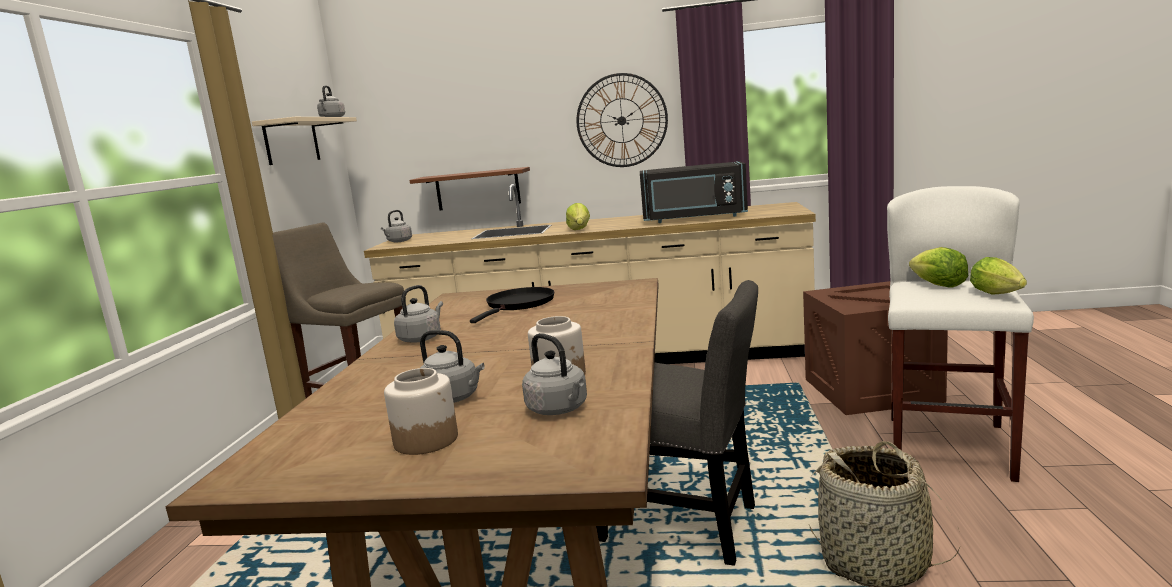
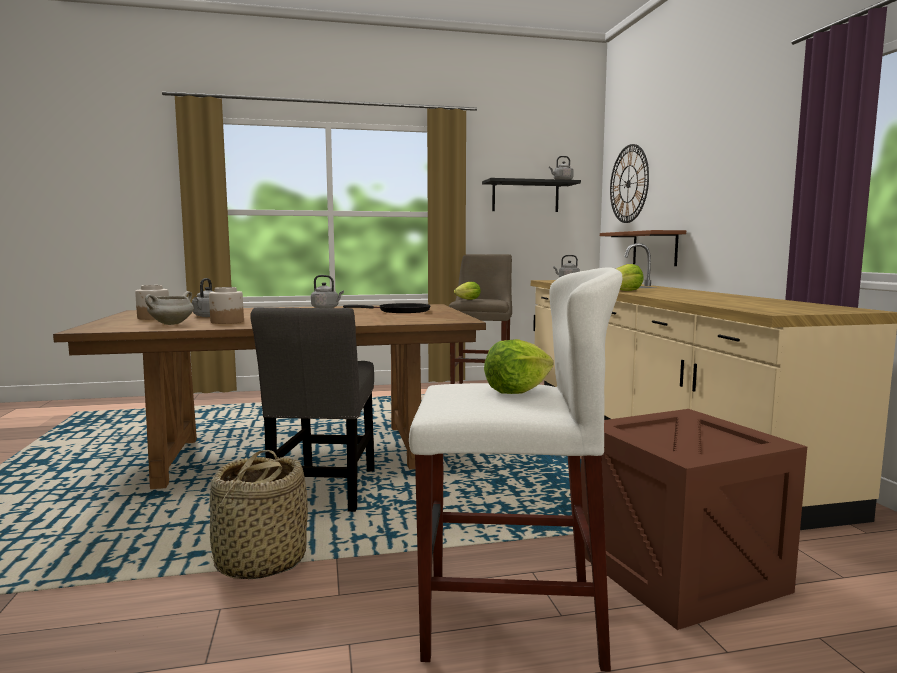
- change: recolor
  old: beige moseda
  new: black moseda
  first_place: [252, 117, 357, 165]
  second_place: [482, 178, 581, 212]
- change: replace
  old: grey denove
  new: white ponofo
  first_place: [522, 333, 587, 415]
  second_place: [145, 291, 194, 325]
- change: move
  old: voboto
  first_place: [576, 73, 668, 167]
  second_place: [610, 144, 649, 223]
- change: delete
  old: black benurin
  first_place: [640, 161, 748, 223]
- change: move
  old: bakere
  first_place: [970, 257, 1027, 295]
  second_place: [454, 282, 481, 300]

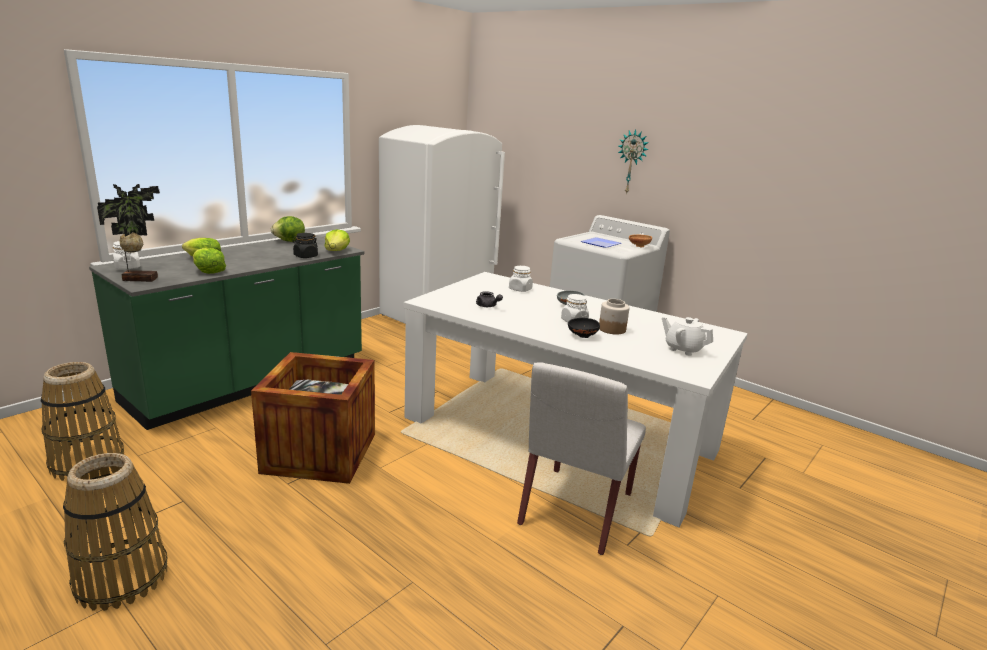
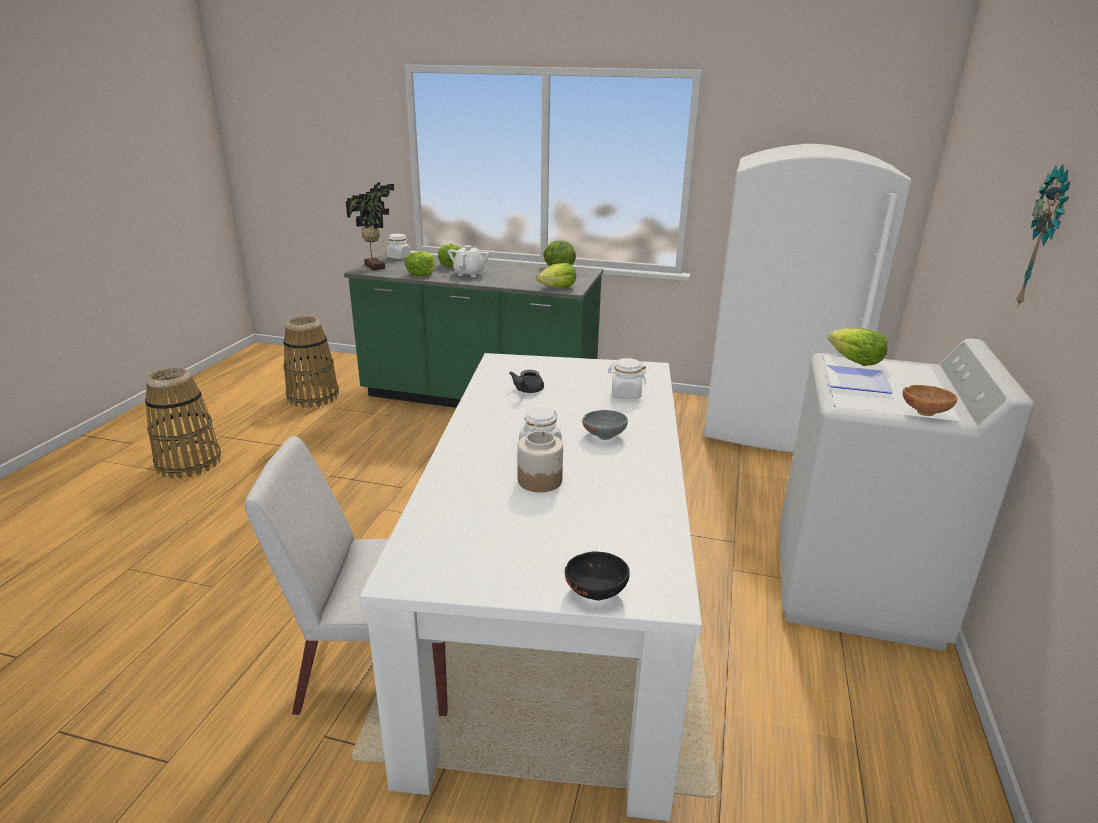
- change: delete
  old: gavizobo
  first_place: [251, 352, 375, 484]
- change: delete
  old: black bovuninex
  first_place: [292, 233, 318, 258]
- change: move
  old: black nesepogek
  first_place: [568, 318, 600, 338]
  second_place: [565, 551, 630, 600]
- change: move
  old: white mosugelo
  first_place: [662, 317, 713, 356]
  second_place: [448, 245, 489, 277]
- change: insert
  new: bakere
  second_place: [828, 328, 888, 366]

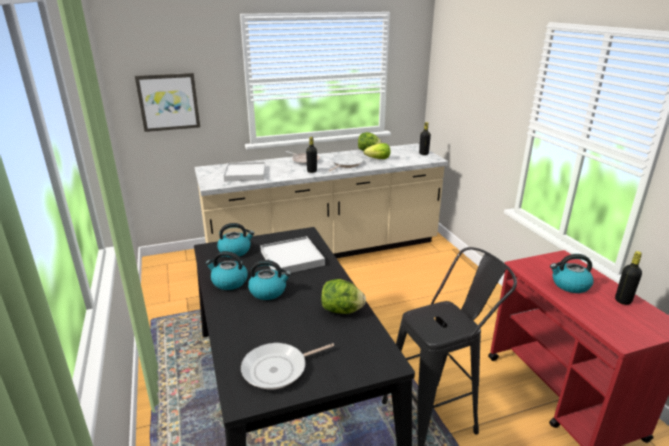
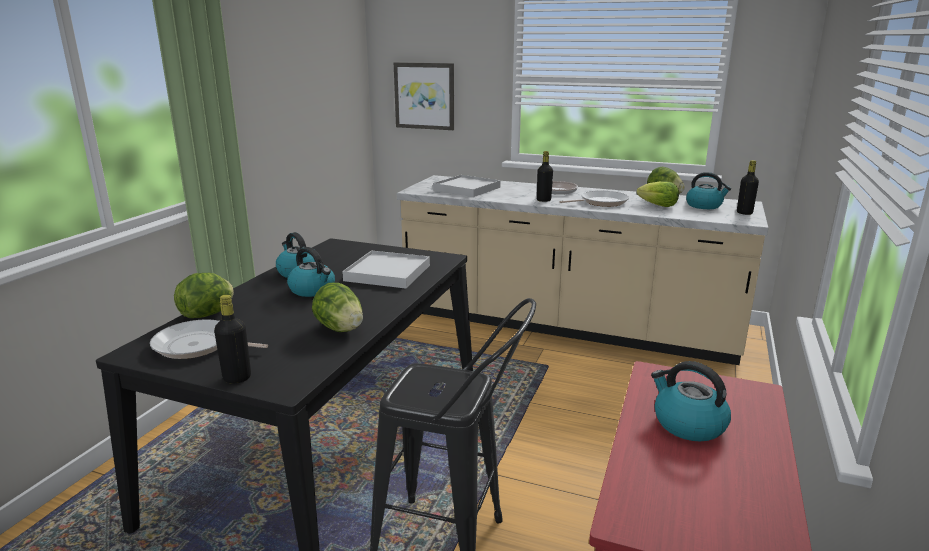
- change: move
  old: denove
  first_place: [217, 223, 255, 258]
  second_place: [686, 172, 731, 209]
- change: move
  old: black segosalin
  first_place: [615, 251, 642, 305]
  second_place: [214, 295, 251, 383]
- change: insert
  new: bakere
  second_place: [174, 273, 234, 318]

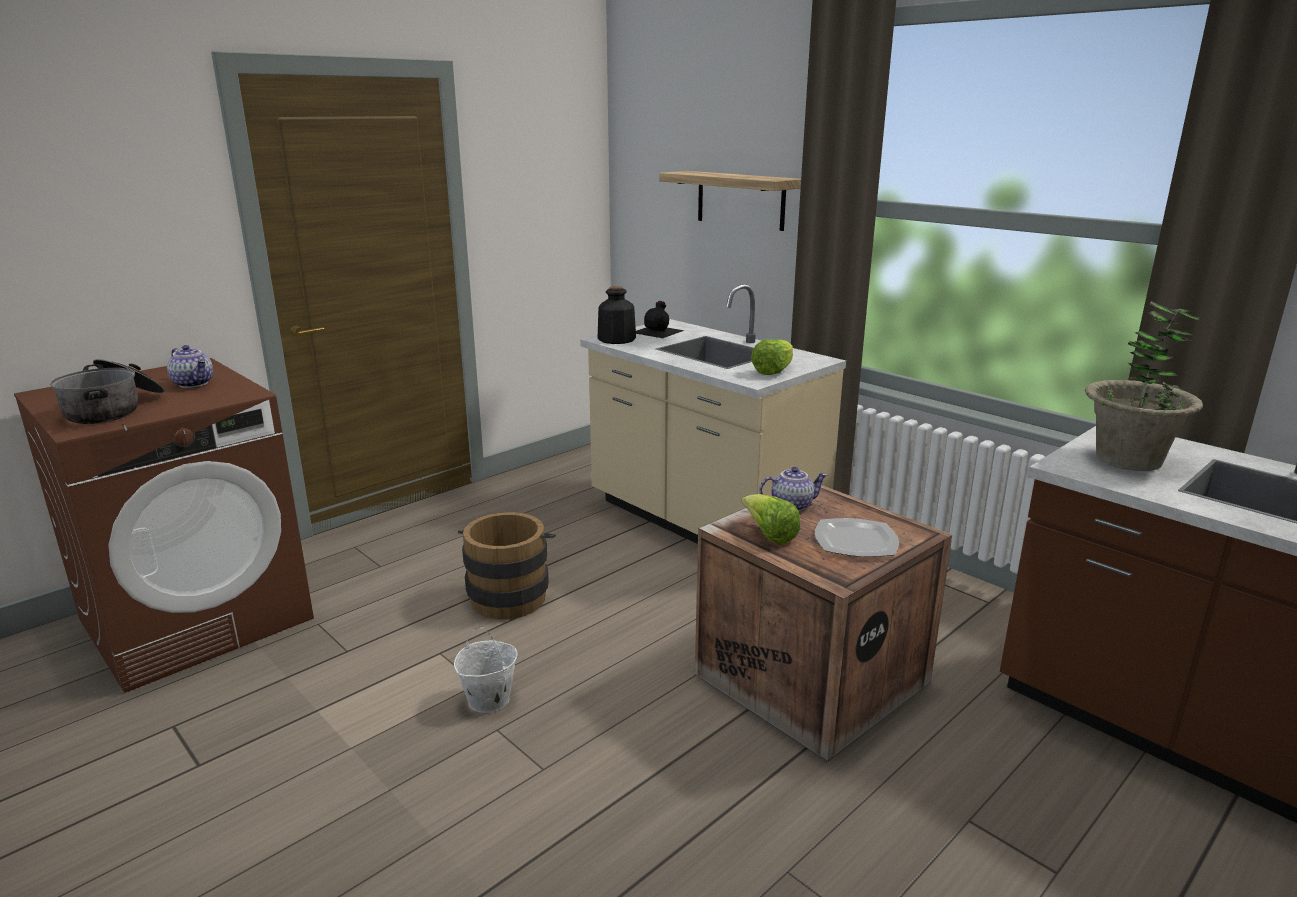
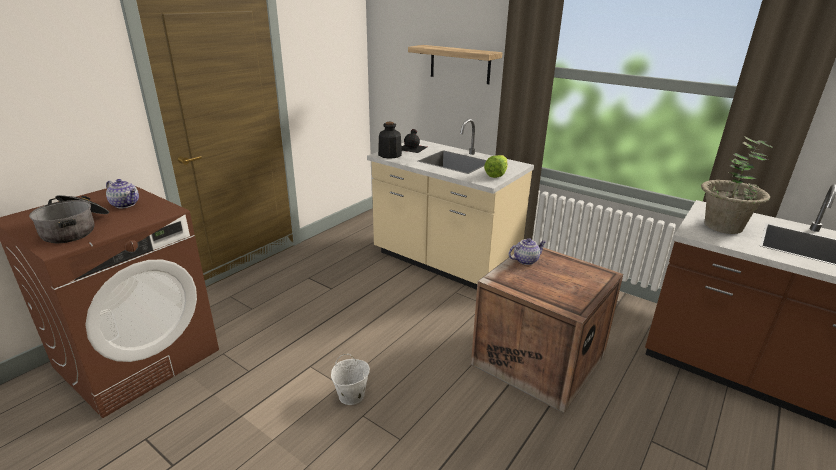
- change: delete
  old: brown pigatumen
  first_place: [458, 512, 556, 619]
- change: delete
  old: bakere
  first_place: [741, 494, 800, 545]
- change: delete
  old: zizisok
  first_place: [815, 518, 899, 557]

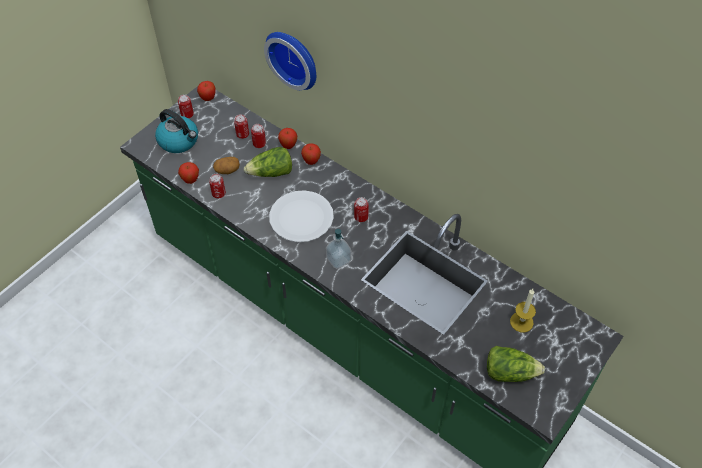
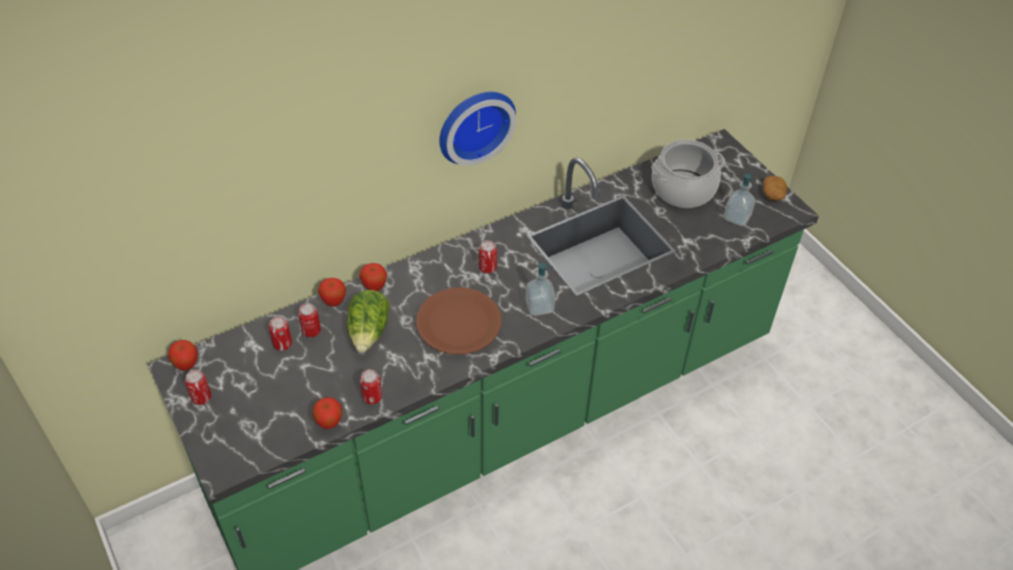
- change: delete
  old: denove
  first_place: [155, 109, 198, 153]
- change: move
  old: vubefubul
  first_place: [213, 157, 240, 174]
  second_place: [763, 176, 787, 201]
- change: move
  old: voboto
  first_place: [264, 32, 316, 90]
  second_place: [439, 92, 516, 166]
- change: recolor
  old: white zizisok
  new: brown zizisok
  first_place: [269, 190, 334, 242]
  second_place: [416, 288, 501, 354]
- change: replace
  old: bakere
  new: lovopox
  first_place: [487, 346, 545, 382]
  second_place: [724, 172, 755, 226]
- change: replace
  old: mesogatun
  new: ponofo
  first_place: [510, 289, 536, 332]
  second_place: [651, 140, 725, 208]

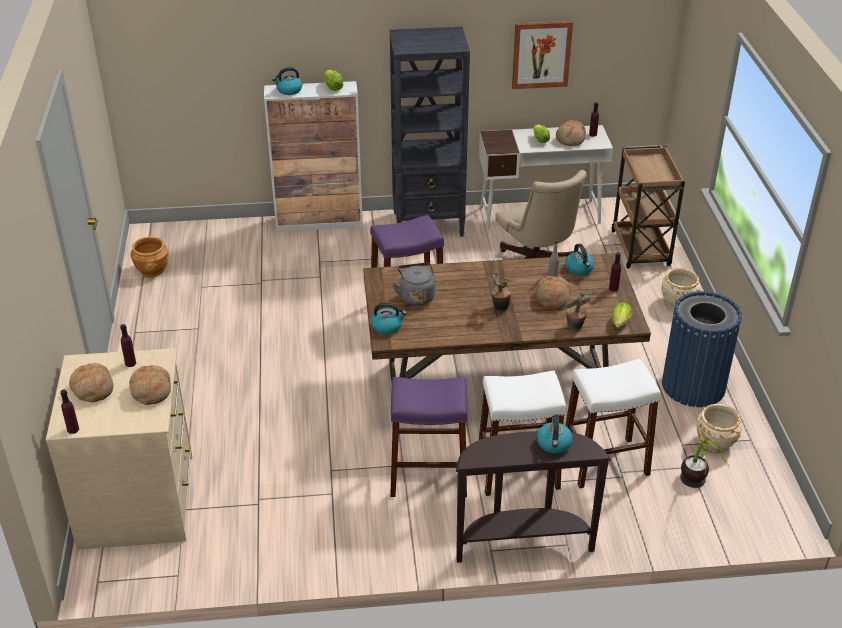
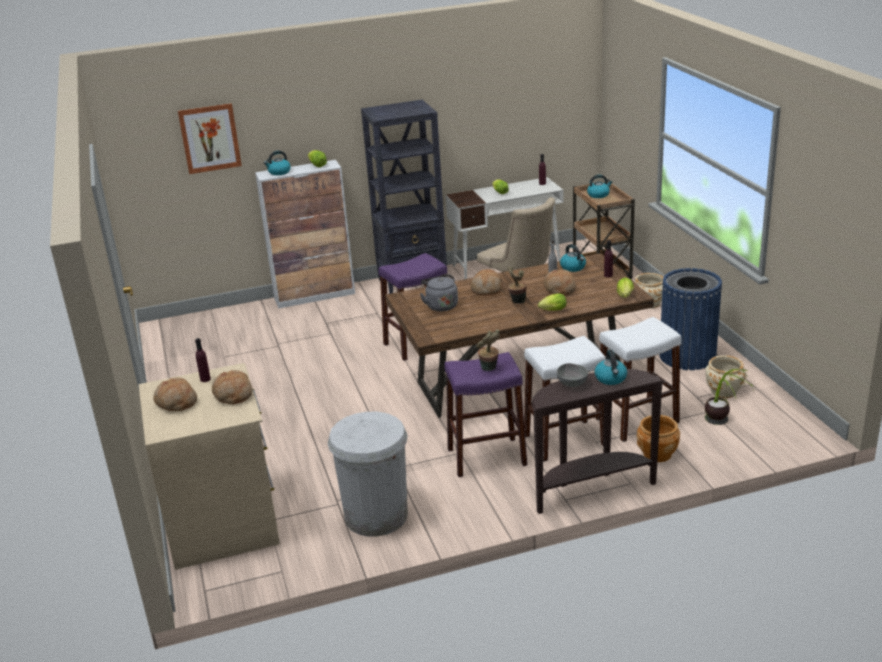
- change: delete
  old: purple segosalin
  first_place: [60, 389, 79, 434]
- change: move
  old: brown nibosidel
  first_place: [131, 236, 169, 277]
  second_place: [637, 415, 680, 462]
- change: move
  old: denove
  first_place: [371, 302, 407, 334]
  second_place: [587, 175, 612, 198]
- change: move
  old: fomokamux
  first_place: [512, 21, 573, 89]
  second_place: [178, 103, 242, 174]
- change: move
  old: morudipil
  first_place: [556, 120, 586, 146]
  second_place: [471, 269, 502, 296]
- change: move
  old: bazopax
  first_place: [565, 291, 591, 330]
  second_place: [476, 329, 500, 371]
- change: insert
  new: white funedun
  second_place: [328, 412, 408, 537]
- change: insert
  new: bakere
  second_place: [538, 293, 567, 311]
- change: insert
  new: grey nesepogek
  second_place: [557, 363, 588, 387]

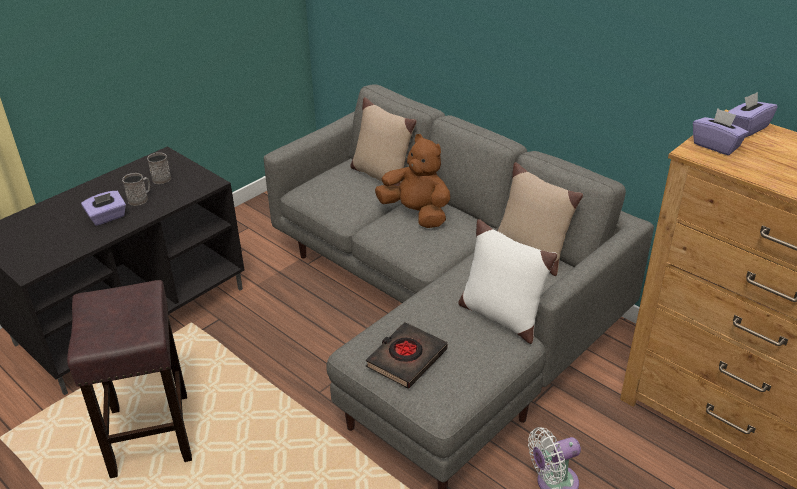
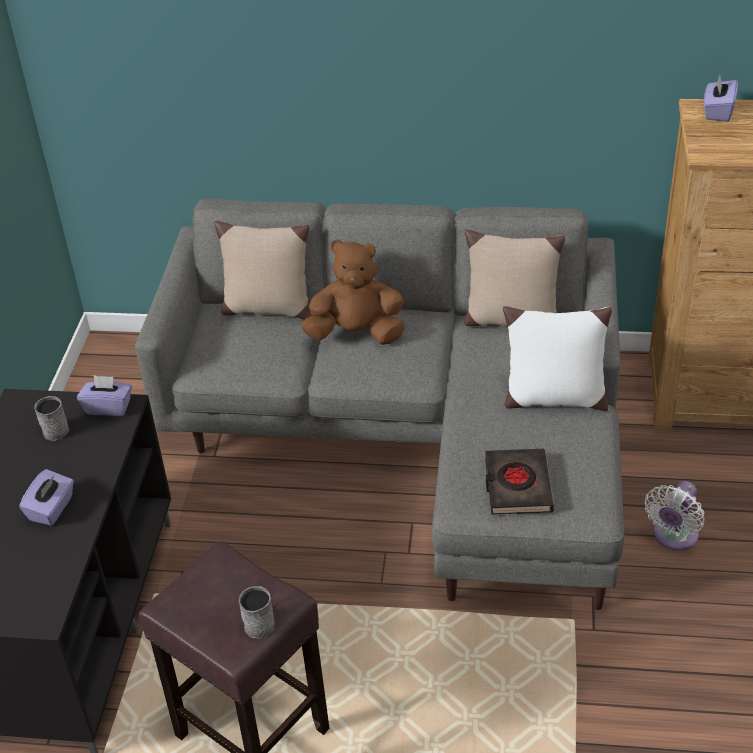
- change: move
  old: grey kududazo
  first_place: [122, 173, 150, 206]
  second_place: [239, 586, 275, 639]
- change: move
  old: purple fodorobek
  first_place: [693, 108, 748, 156]
  second_place: [77, 375, 132, 416]

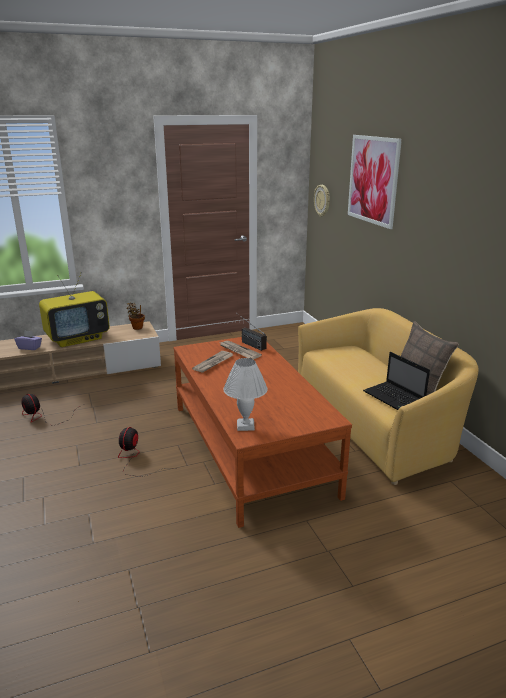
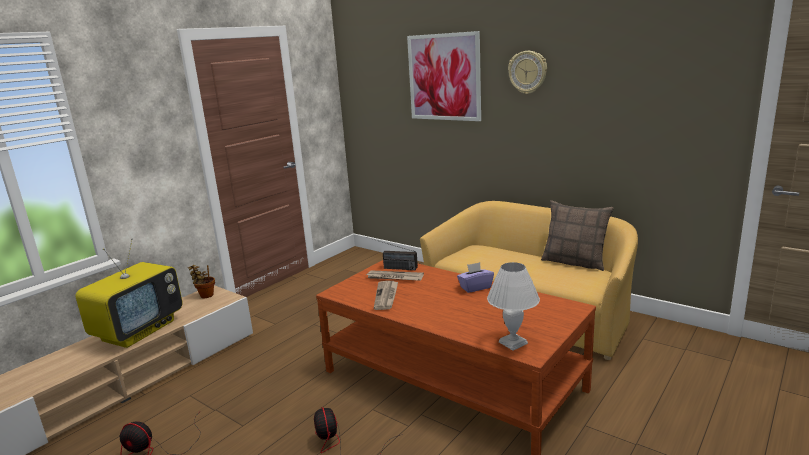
- change: move
  old: purple fodorobek
  first_place: [14, 330, 42, 350]
  second_place: [457, 262, 494, 293]
- change: move
  old: voboto
  first_place: [314, 185, 330, 217]
  second_place: [508, 51, 547, 94]
- change: delete
  old: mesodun
  first_place: [363, 352, 430, 410]

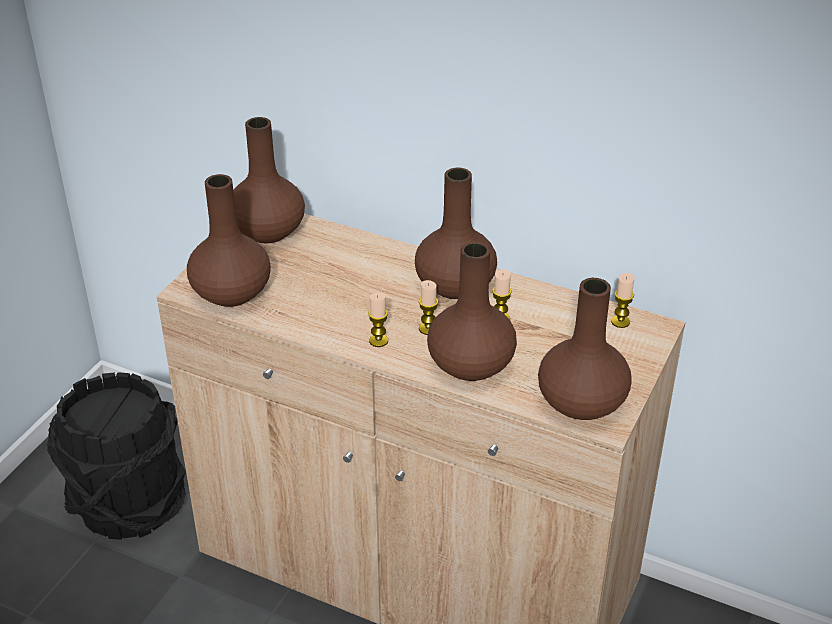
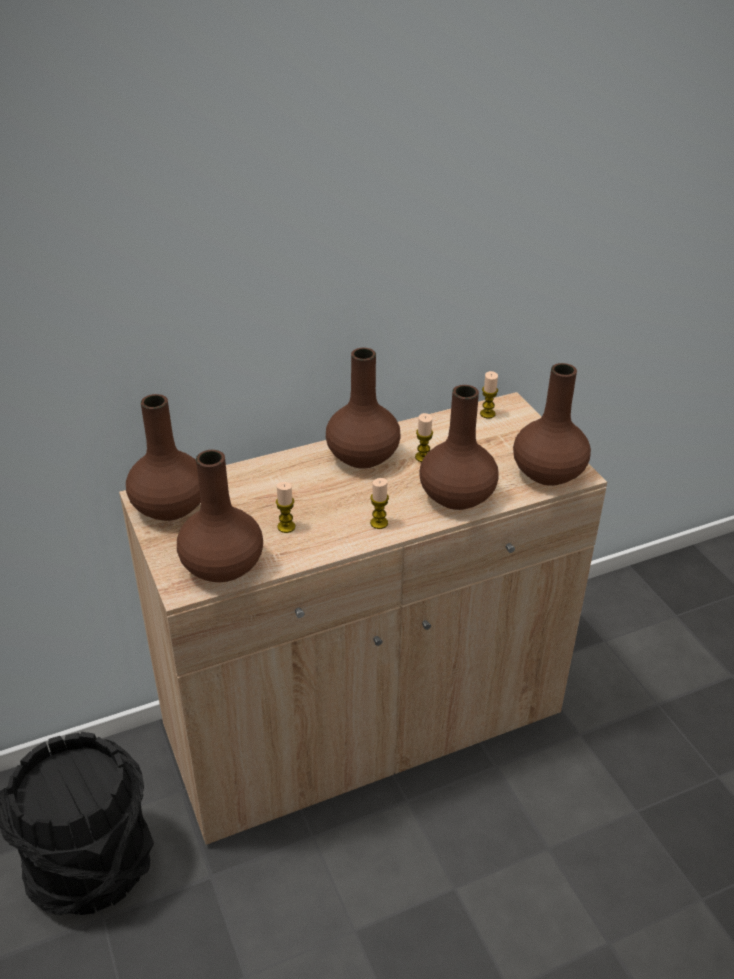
- change: move
  old: mesogatun
  first_place: [419, 280, 438, 335]
  second_place: [276, 482, 295, 533]

